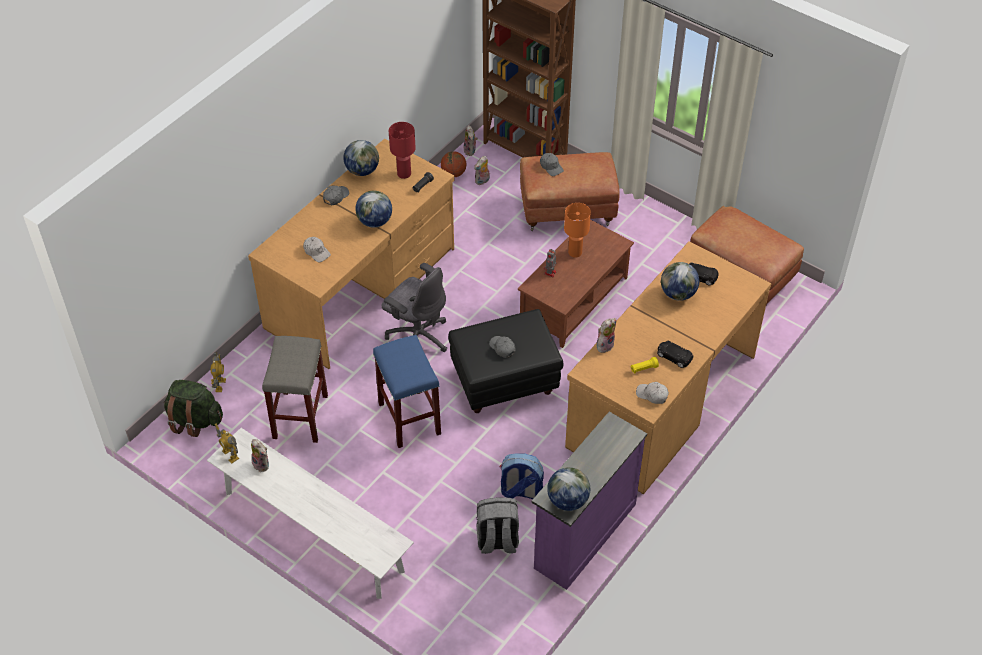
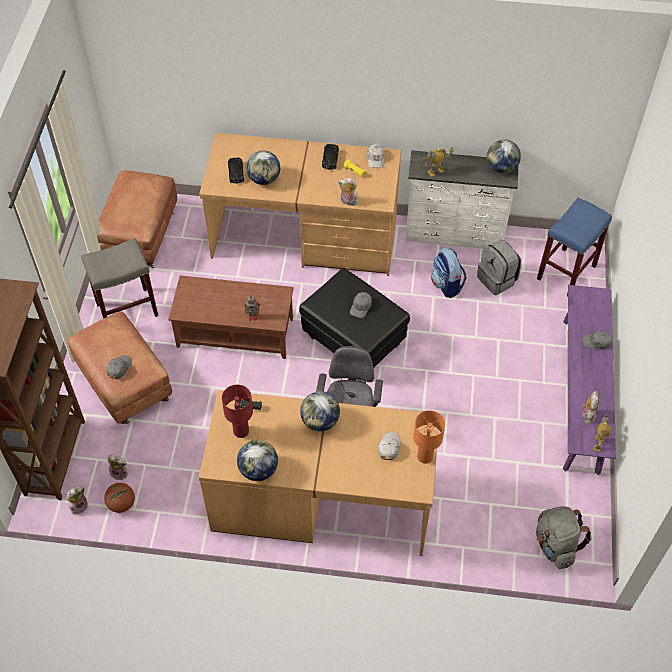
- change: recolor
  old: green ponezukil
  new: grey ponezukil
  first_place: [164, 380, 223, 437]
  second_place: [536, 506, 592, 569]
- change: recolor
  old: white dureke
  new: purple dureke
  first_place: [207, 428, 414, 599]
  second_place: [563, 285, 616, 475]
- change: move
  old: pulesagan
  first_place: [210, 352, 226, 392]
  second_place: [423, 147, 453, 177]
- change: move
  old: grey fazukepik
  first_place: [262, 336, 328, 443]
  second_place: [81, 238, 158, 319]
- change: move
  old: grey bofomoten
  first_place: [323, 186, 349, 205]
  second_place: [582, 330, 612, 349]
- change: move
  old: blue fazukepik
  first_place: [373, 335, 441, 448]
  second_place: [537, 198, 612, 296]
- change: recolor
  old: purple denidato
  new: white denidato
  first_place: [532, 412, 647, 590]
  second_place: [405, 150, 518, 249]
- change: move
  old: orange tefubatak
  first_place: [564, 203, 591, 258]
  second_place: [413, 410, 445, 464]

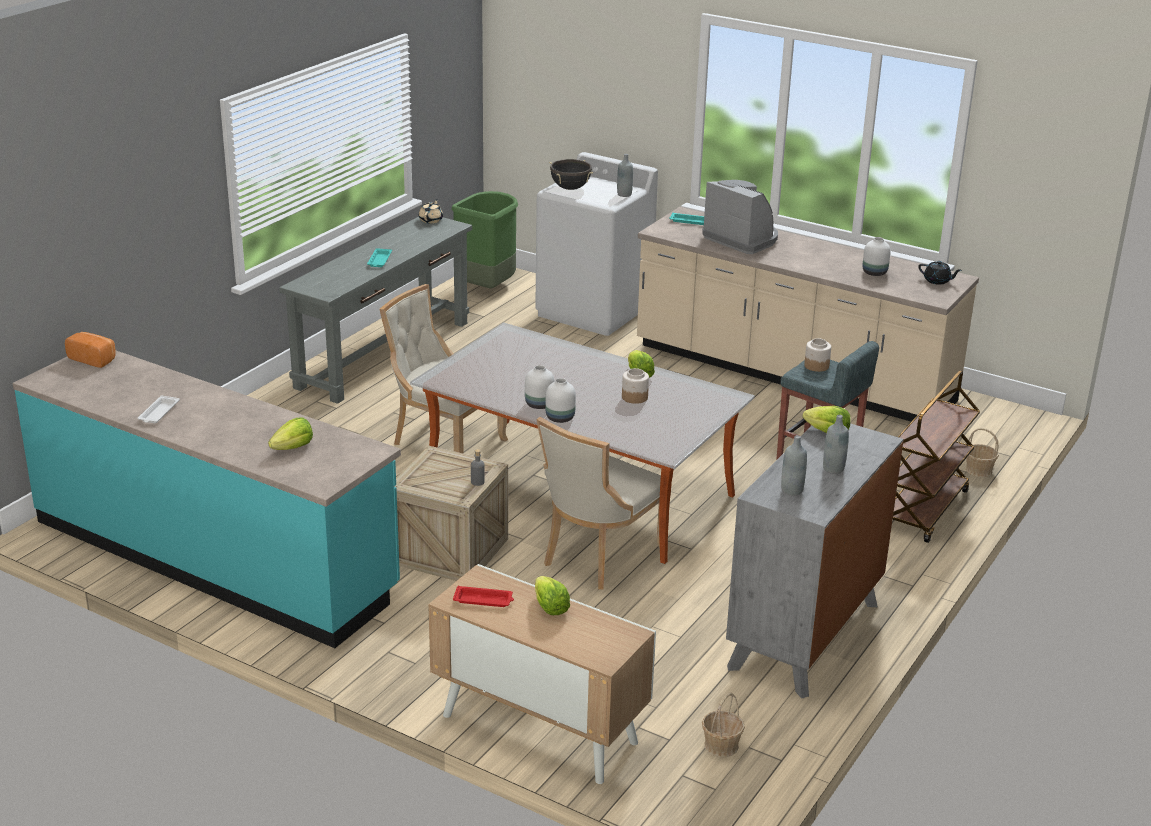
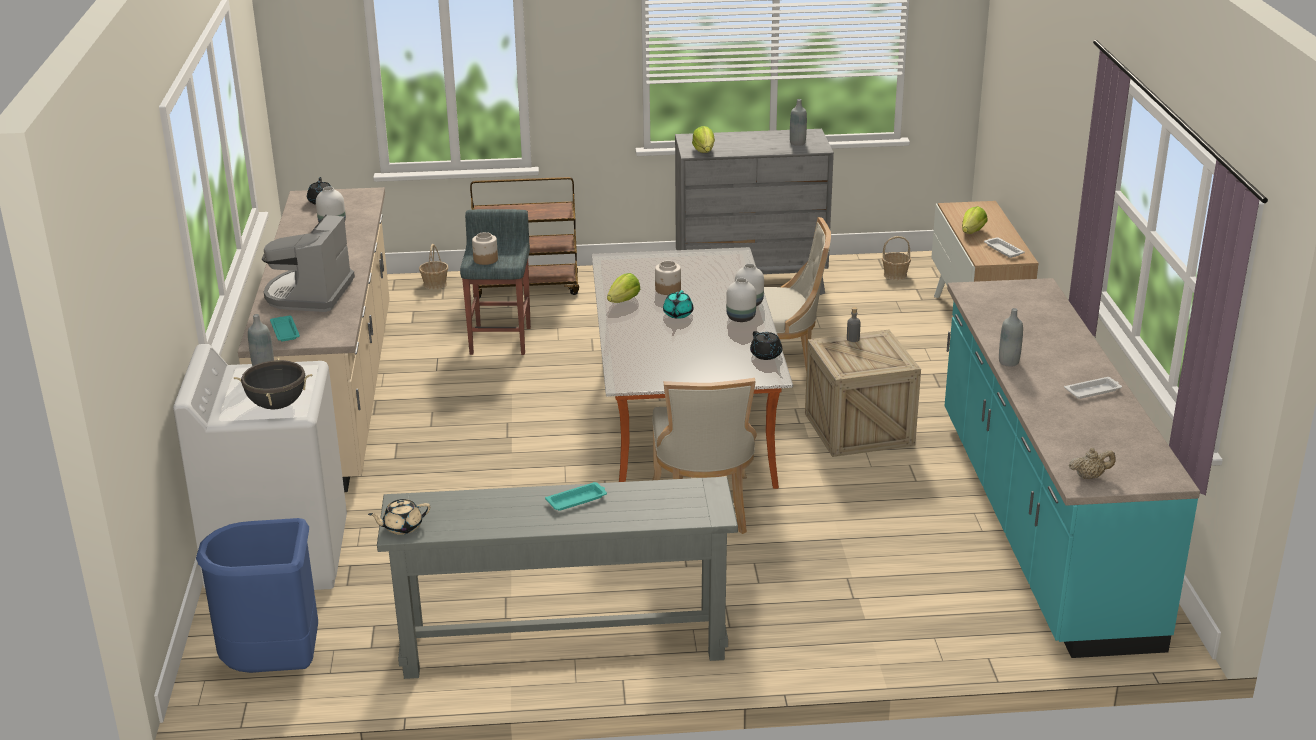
- change: replace
  old: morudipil
  new: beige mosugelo
  first_place: [65, 332, 115, 368]
  second_place: [1069, 448, 1115, 479]
- change: delete
  old: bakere
  first_place: [268, 418, 313, 450]
- change: recolor
  old: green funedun
  new: blue funedun
  first_place: [451, 191, 518, 289]
  second_place: [196, 518, 318, 673]
- change: recolor
  old: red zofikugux
  new: white zofikugux
  first_place: [453, 585, 514, 607]
  second_place: [984, 237, 1025, 258]
- change: move
  old: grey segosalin
  first_place: [823, 415, 849, 474]
  second_place: [999, 308, 1023, 367]
- change: insert
  new: turquoise mosugelo
  second_place: [663, 290, 693, 319]
- change: insert
  new: black mosugelo
  second_place: [750, 331, 782, 360]

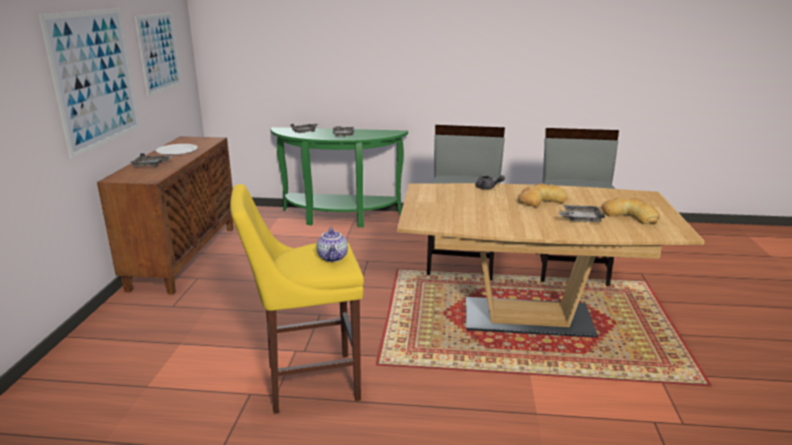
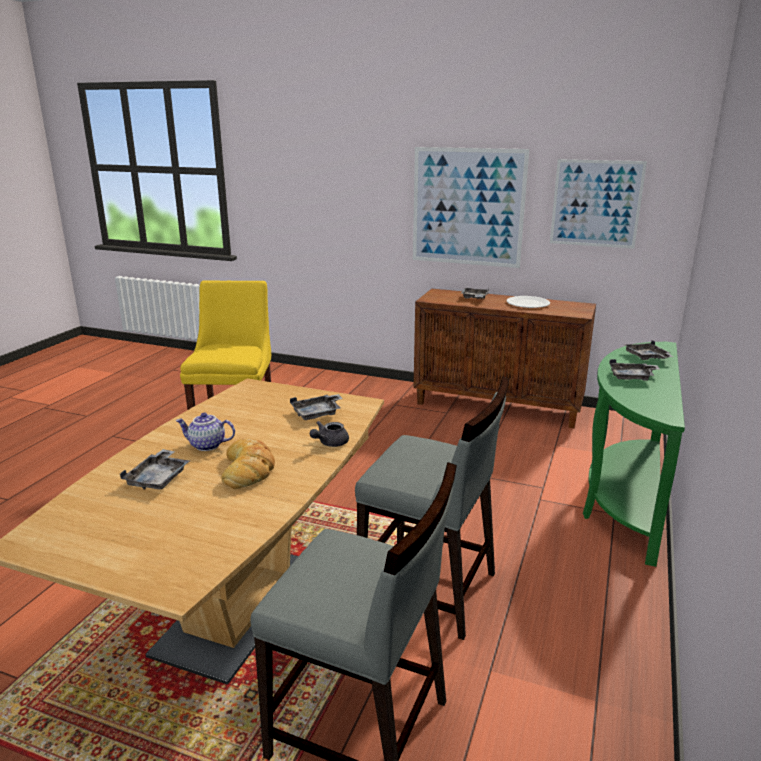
- change: move
  old: mosugelo
  first_place: [317, 227, 348, 262]
  second_place: [176, 413, 235, 451]
- change: delete
  old: morudipil
  first_place: [601, 197, 660, 224]
- change: insert
  new: grey zofikugux
  second_place: [290, 394, 343, 420]

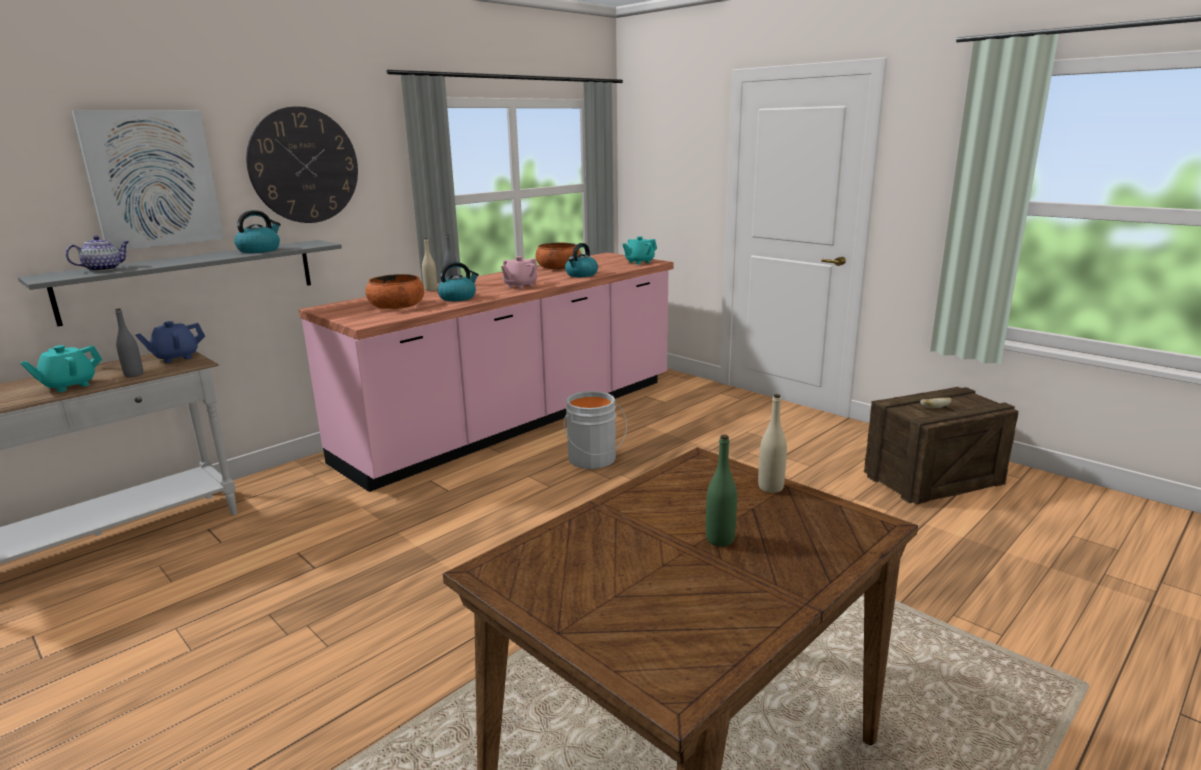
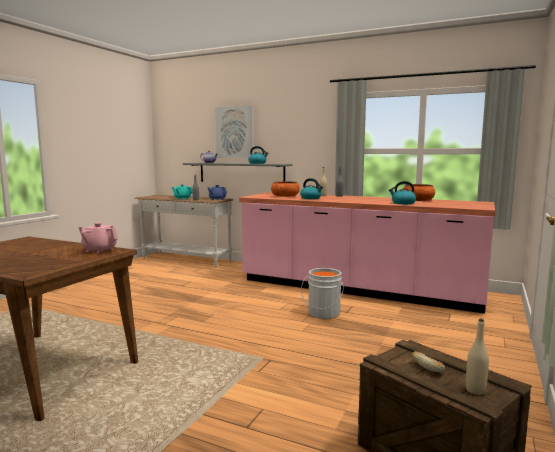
- change: delete
  old: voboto
  first_place: [246, 106, 358, 223]
- change: move
  old: pink mosugelo
  first_place: [501, 256, 538, 289]
  second_place: [78, 222, 118, 253]
- change: delete
  old: turquoise mosugelo
  first_place: [622, 236, 657, 264]
- change: delete
  old: green segosalin
  first_place: [706, 435, 737, 547]
- change: move
  old: beige segosalin
  first_place: [758, 394, 787, 493]
  second_place: [466, 319, 489, 395]

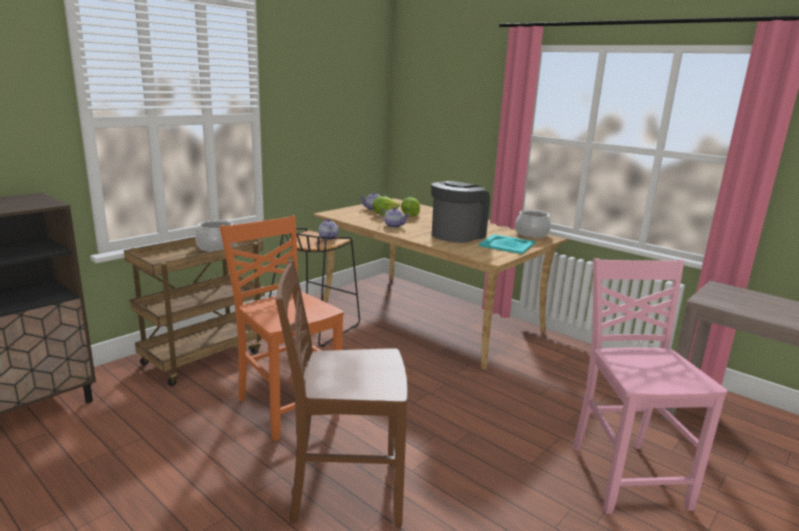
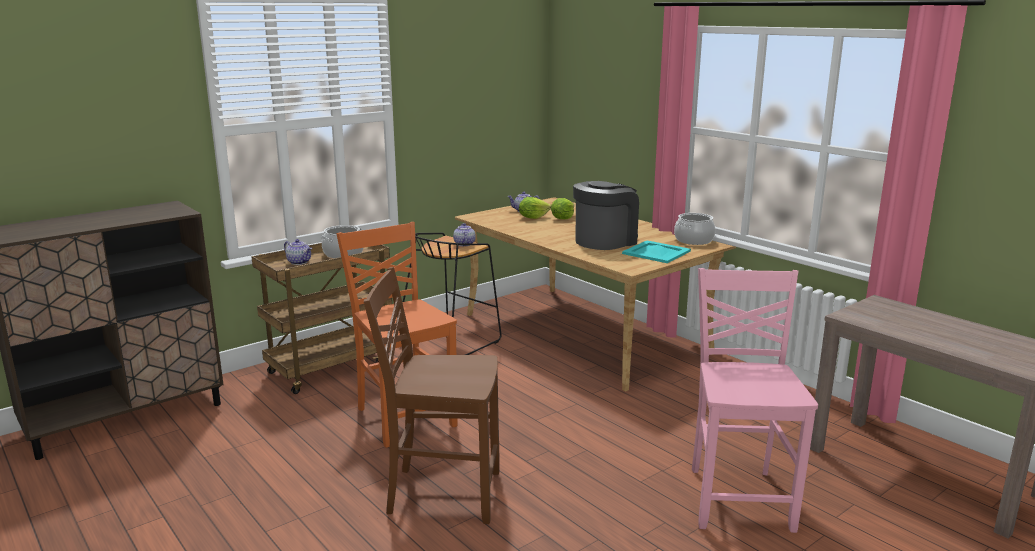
- change: move
  old: mosugelo
  first_place: [380, 207, 410, 228]
  second_place: [284, 239, 312, 265]

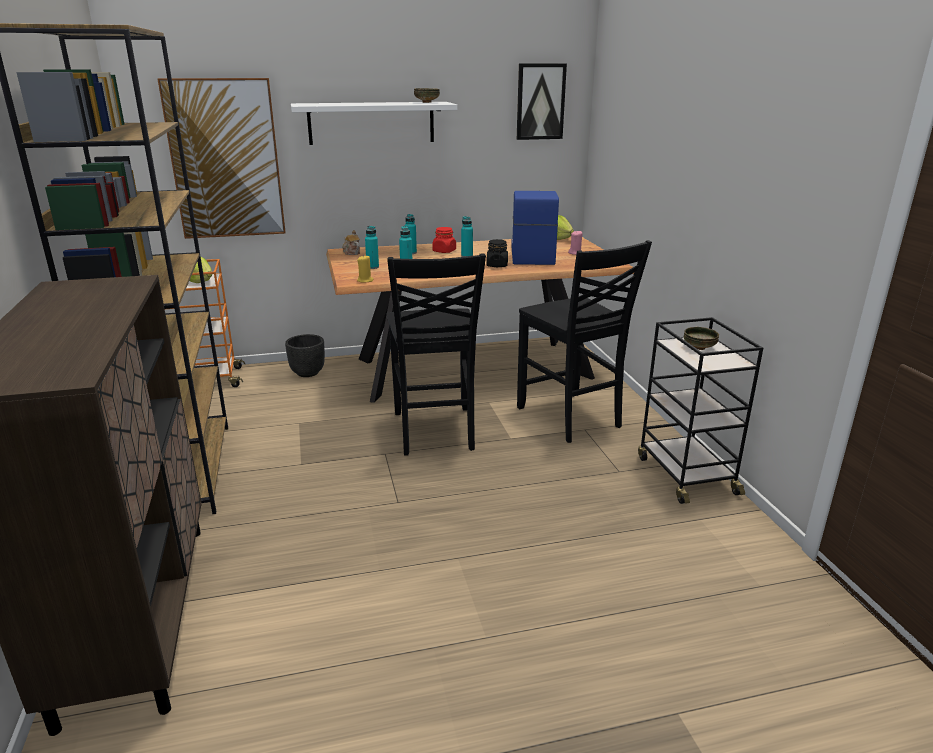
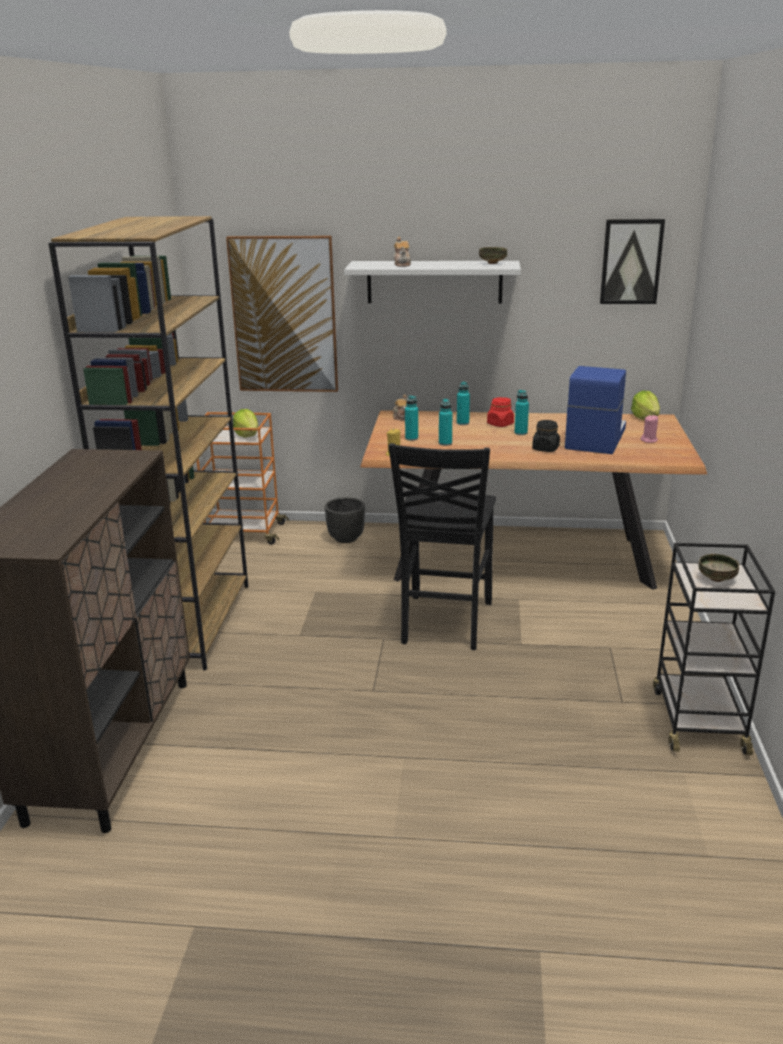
- change: delete
  old: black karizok
  first_place: [517, 240, 652, 443]
- change: insert
  new: mosugelo
  second_place: [394, 237, 411, 267]

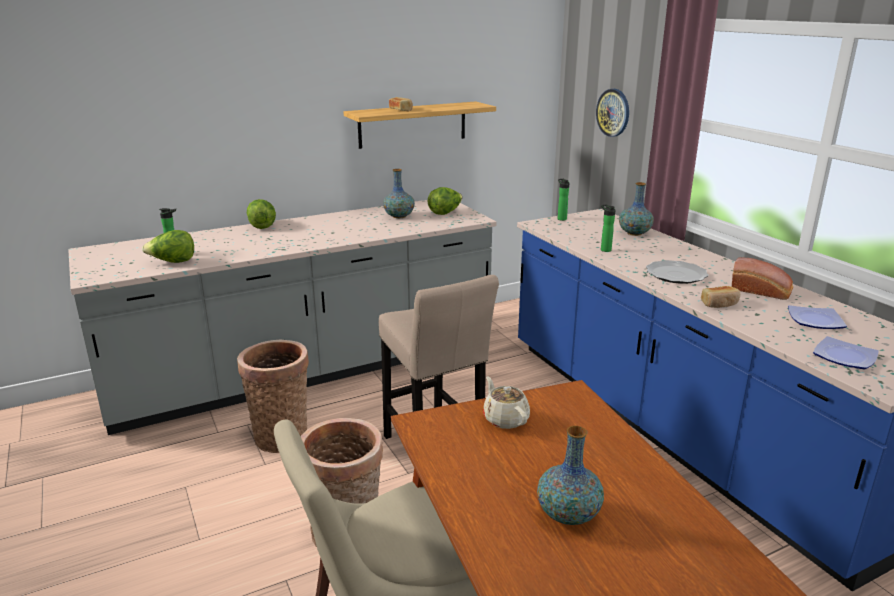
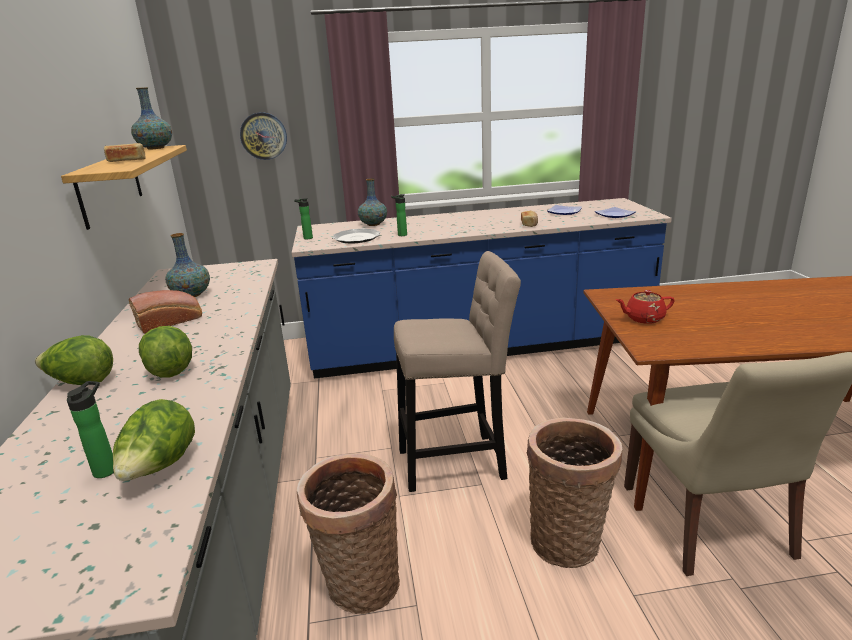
- change: move
  old: bakere
  first_place: [428, 187, 462, 215]
  second_place: [139, 326, 192, 378]
- change: recolor
  old: beige mosugelo
  new: red mosugelo
  first_place: [483, 376, 530, 429]
  second_place: [616, 290, 675, 324]
- change: move
  old: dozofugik
  first_place: [537, 426, 604, 525]
  second_place: [131, 87, 172, 149]
- change: move
  old: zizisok
  first_place: [646, 260, 709, 284]
  second_place: [332, 228, 381, 243]
- change: move
  old: morudipil
  first_place: [732, 258, 793, 300]
  second_place: [129, 290, 202, 334]

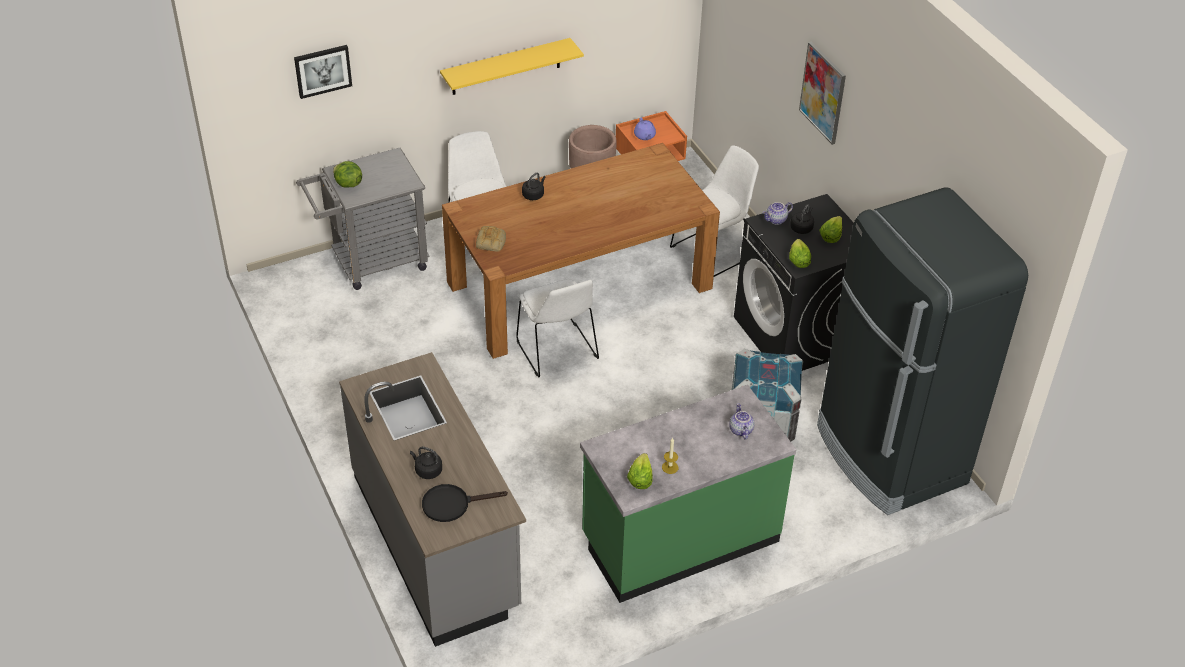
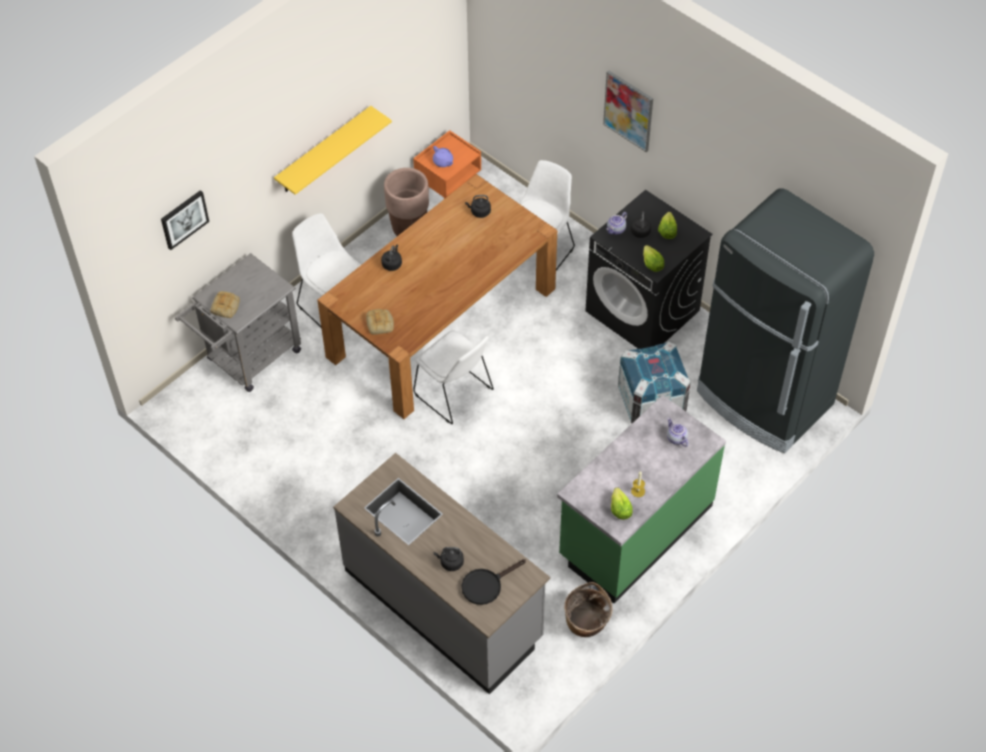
- change: replace
  old: bakere
  new: morudipil
  first_place: [333, 161, 362, 188]
  second_place: [210, 291, 240, 318]
- change: insert
  new: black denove
  second_place: [465, 195, 491, 218]
- change: insert
  new: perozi
  second_place: [564, 582, 612, 637]

